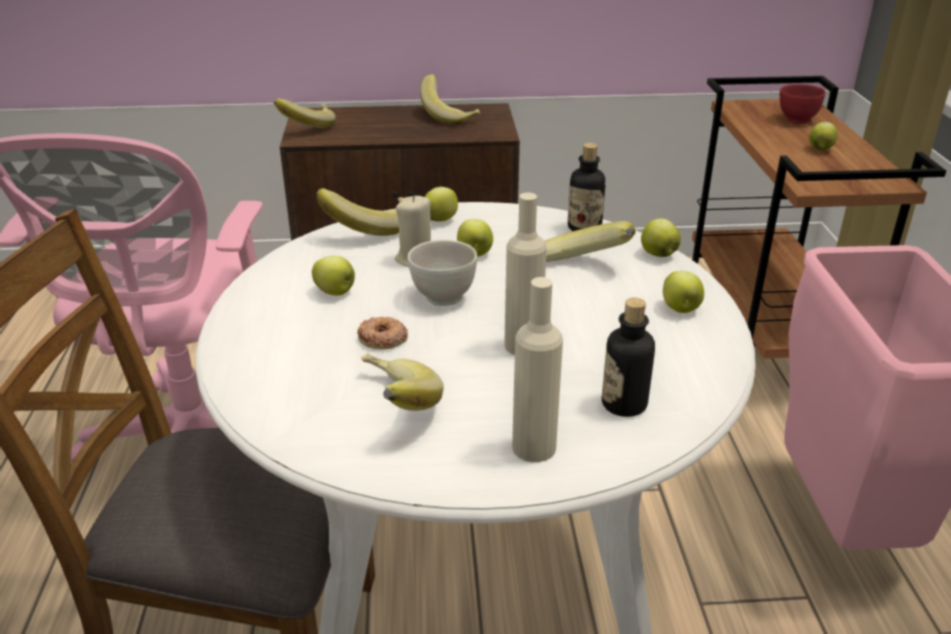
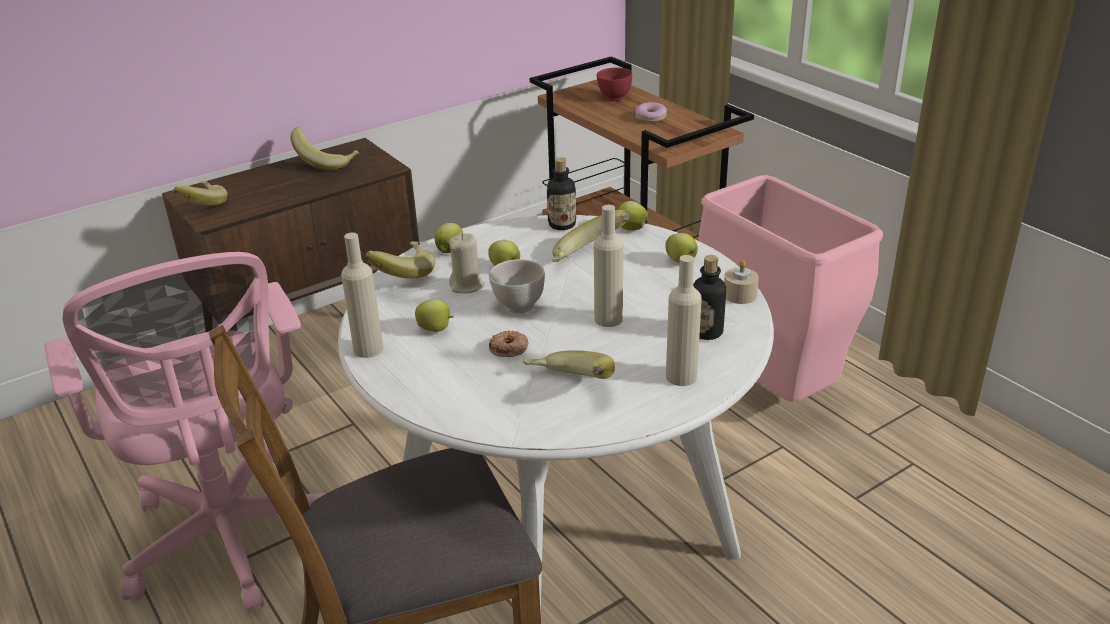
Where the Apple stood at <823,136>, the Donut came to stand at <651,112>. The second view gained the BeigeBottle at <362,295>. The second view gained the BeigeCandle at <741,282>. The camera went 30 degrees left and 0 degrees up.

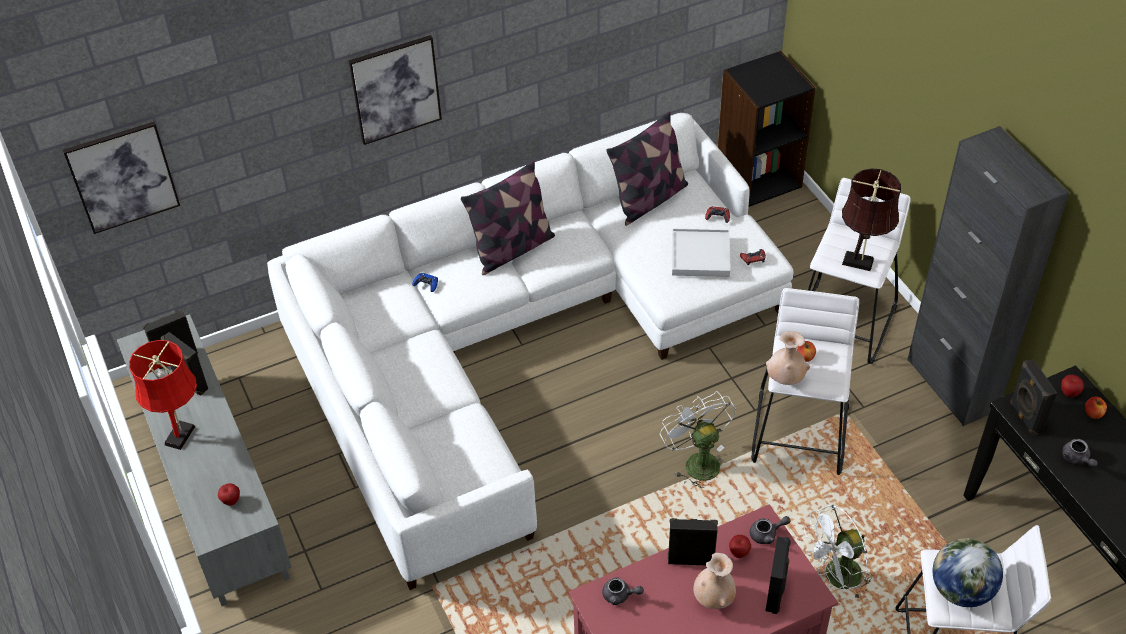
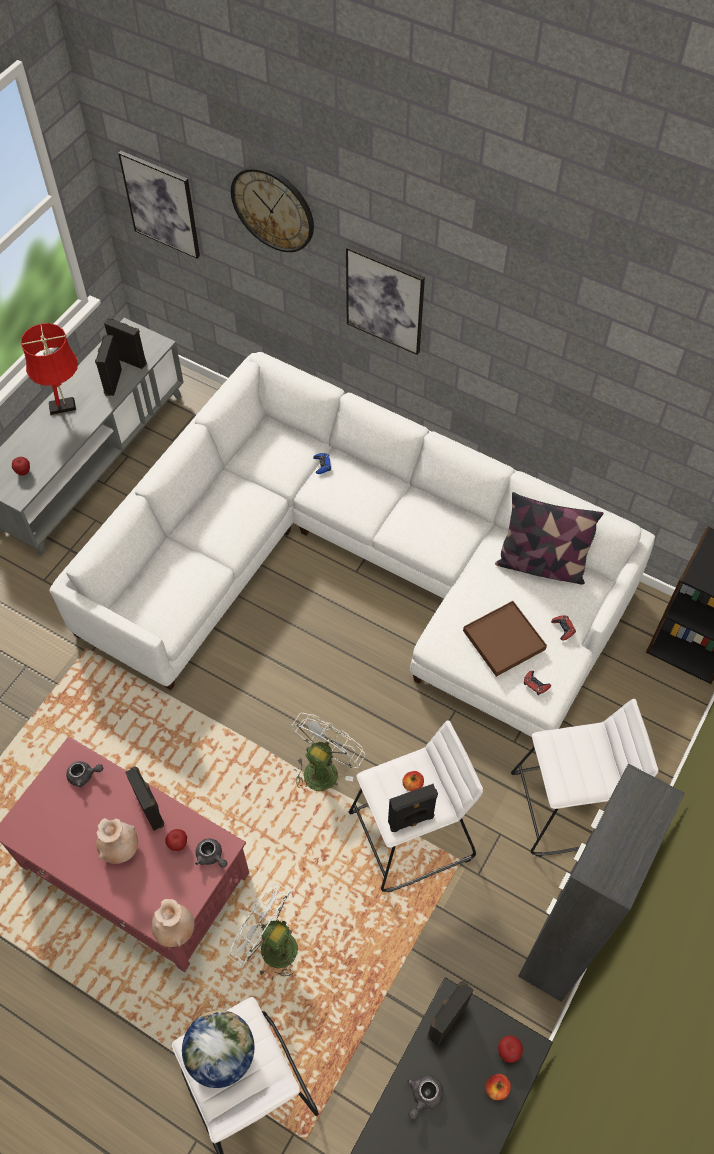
The second view lost the Pillow at <508,218>. The GreyTeapot at <623,591> ended up facing another way, 75 degrees counterclockwise from before. What was the WhiteTray at <701,253> turned into the BrownTray at <505,639>. The BeigeVase ended up elsewhere, having gone from <788,358> to <172,923>. The BlackSpeaker ended up elsewhere, having gone from <778,575> to <413,808>. The second view lost the BrownTableLamp at <871,219>. The second view gained the WallClock at <272,209>. The camera went 55 degrees right and 10 degrees up.

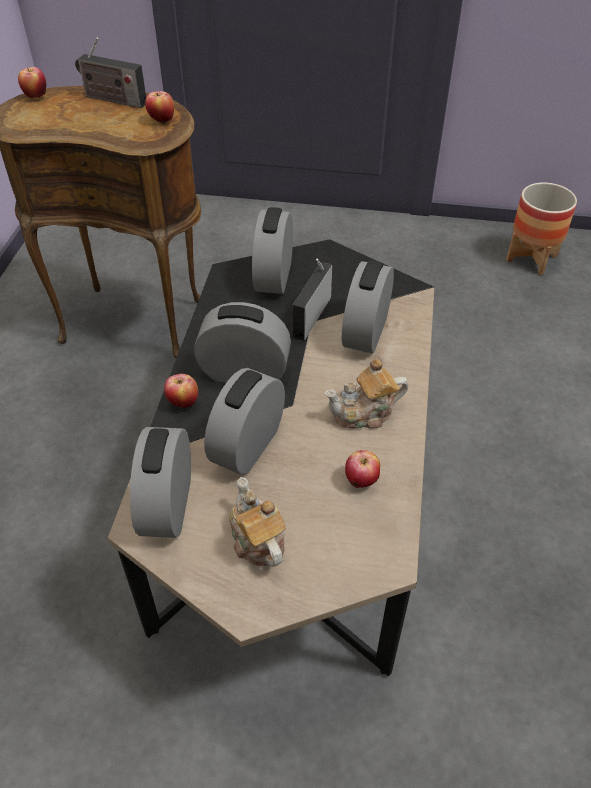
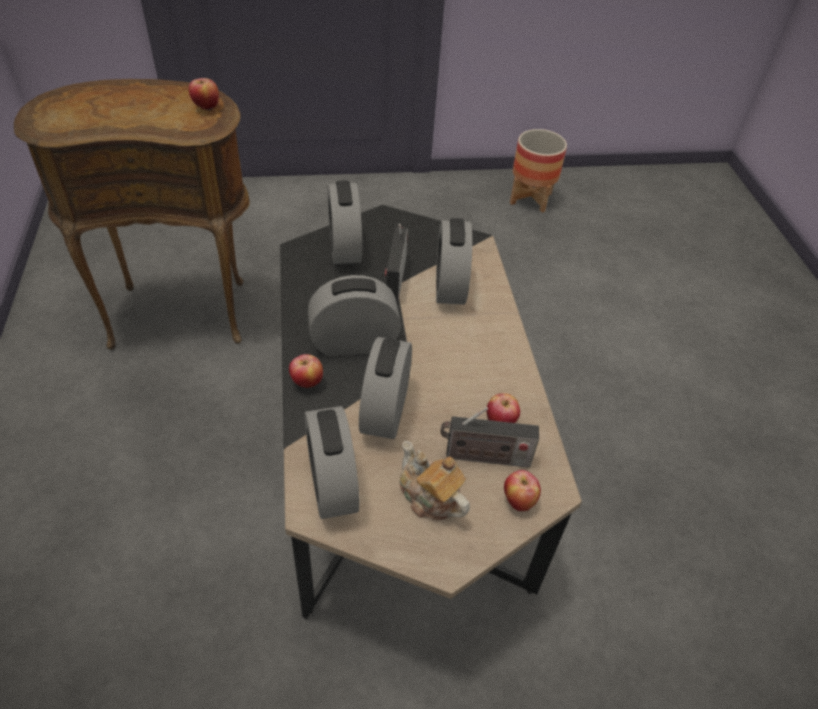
The Apple ended up elsewhere, having gone from <32,82> to <522,490>. The Radio ended up elsewhere, having gone from <110,73> to <490,437>. The second view lost the Teapot at <366,394>. The camera went 20 degrees left and 0 degrees up.

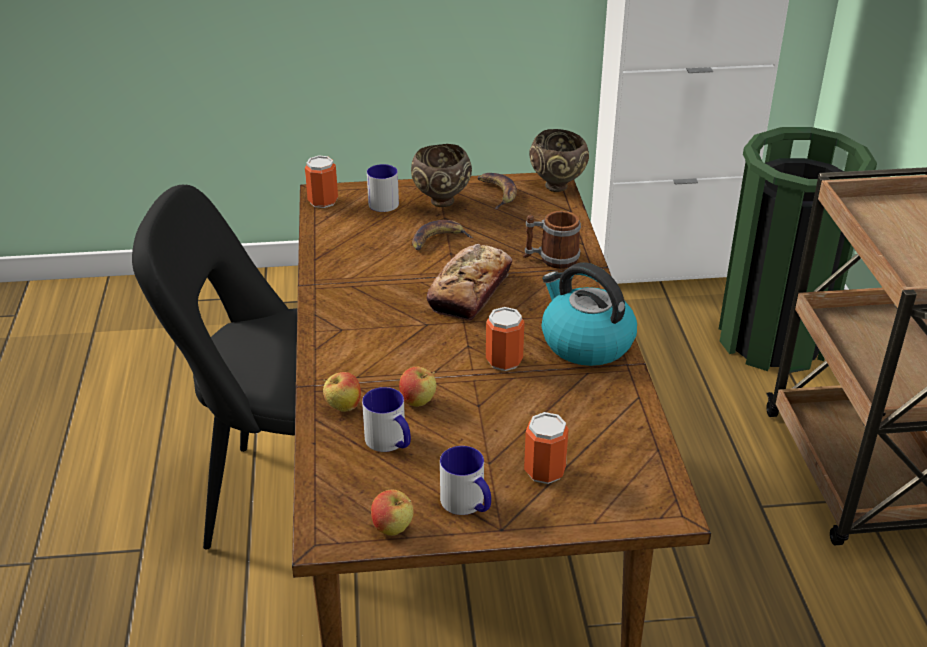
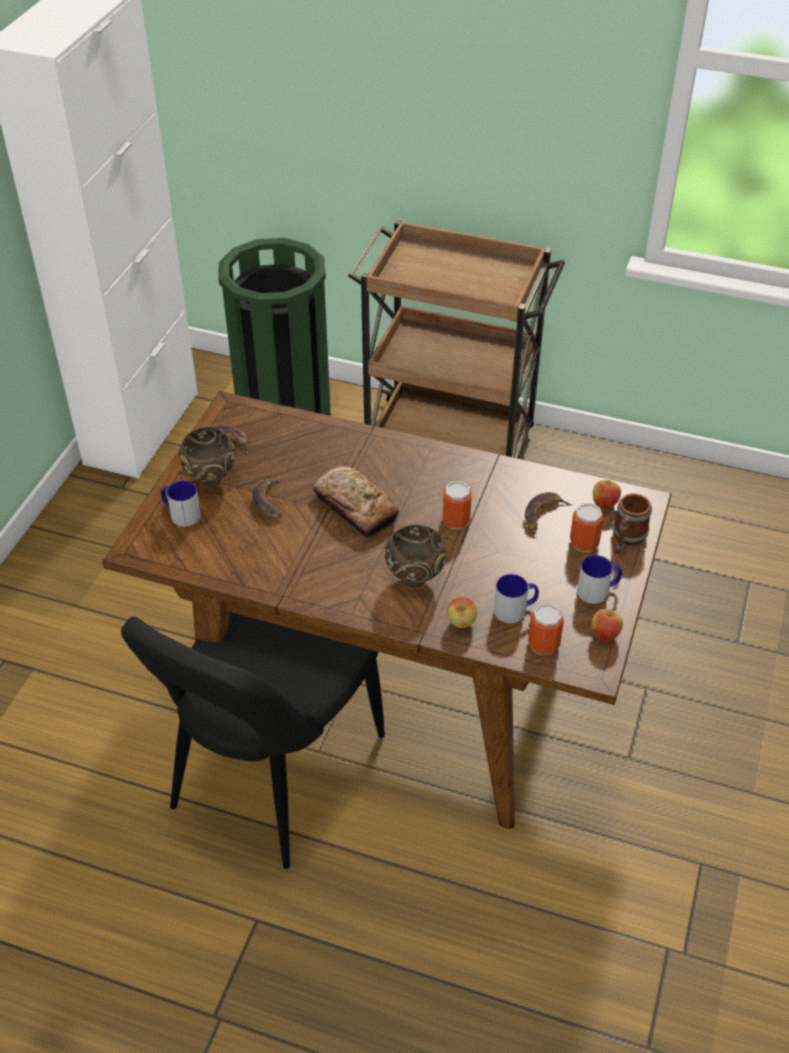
The Can ended up elsewhere, having gone from <321,182> to <546,629>. The Apple ended up elsewhere, having gone from <417,386> to <607,494>. The Mug ended up elsewhere, having gone from <552,240> to <632,524>. The BrownBowl ended up elsewhere, having gone from <559,160> to <416,556>. The second view lost the Kettle at <589,314>. The second view gained the Banana at <549,511>. The camera went 65 degrees left and 10 degrees up.

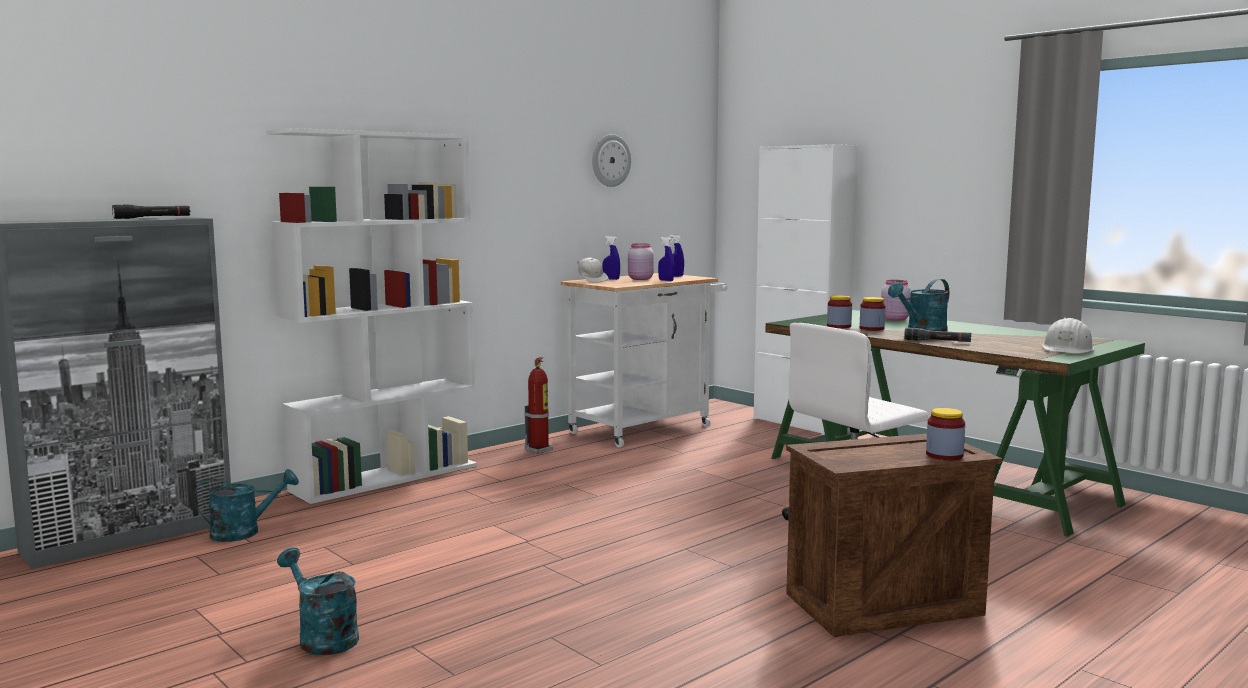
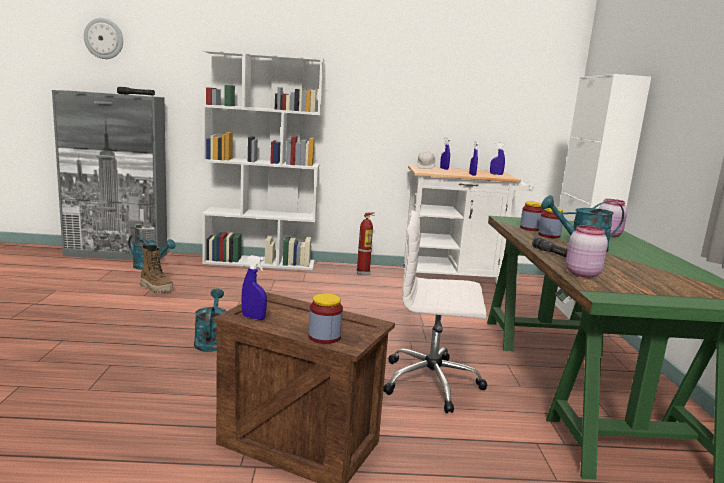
The TurquoiseWateringCan ended up elsewhere, having gone from <318,601> to <210,320>. The WallClock ended up elsewhere, having gone from <611,160> to <103,38>. The PinkJar ended up elsewhere, having gone from <641,261> to <587,251>. The second view lost the WhiteHardHat at <1068,336>. The second view gained the Boot at <156,268>. The second view gained the BlueSprayBottle at <254,287>. The camera went 40 degrees right and 5 degrees up.

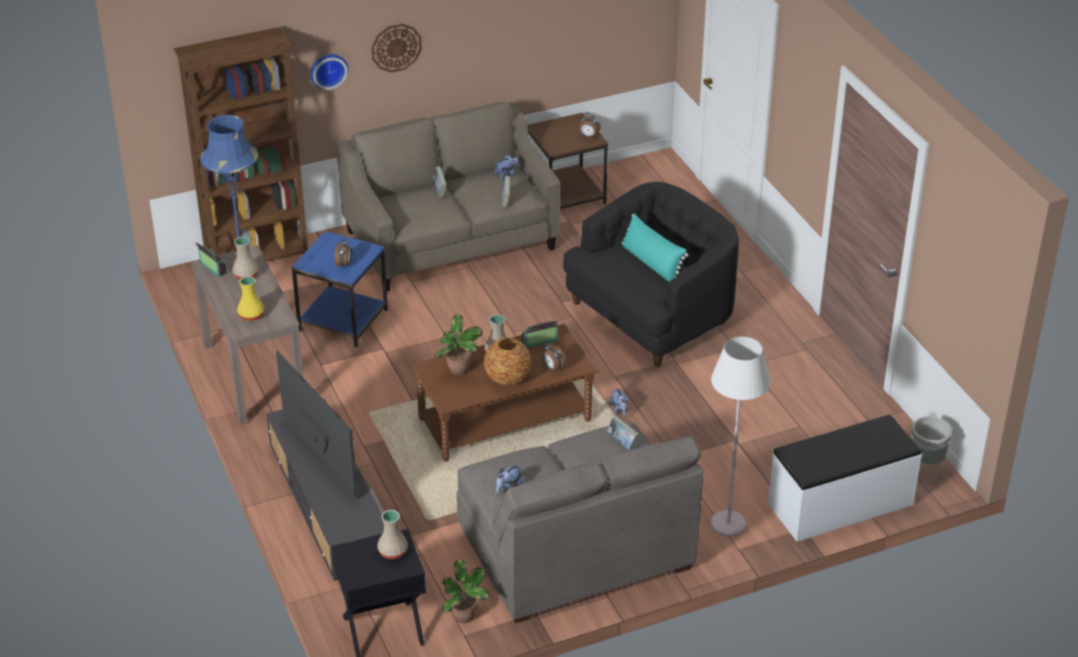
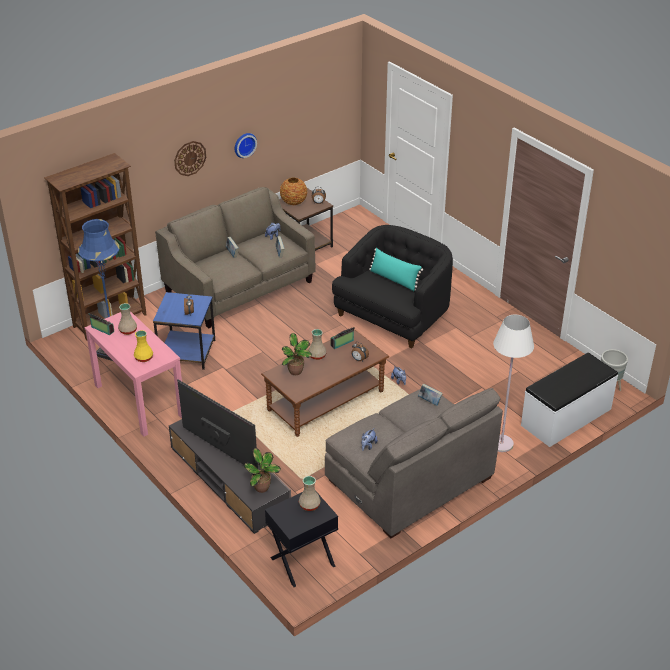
What was the BrownConsoleTable at <247,335> turned into the PinkConsoleTable at <133,374>. The WallClock ended up elsewhere, having gone from <329,72> to <246,145>. The PottedPlant ended up elsewhere, having gone from <465,591> to <262,470>. The Vase ended up elsewhere, having gone from <507,361> to <293,191>. The camera went 15 degrees left and 0 degrees up.

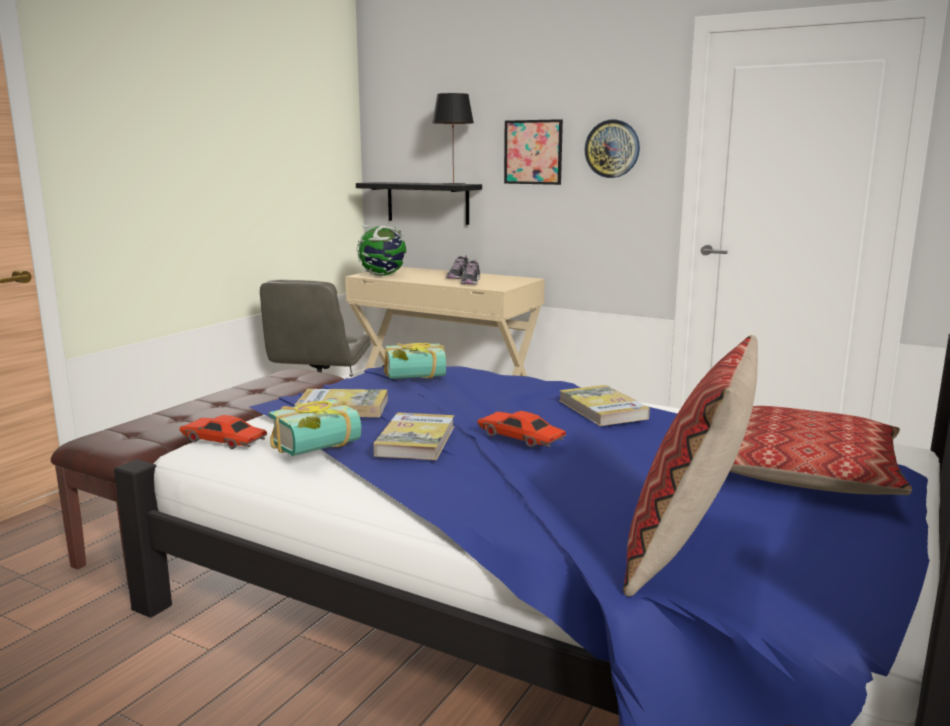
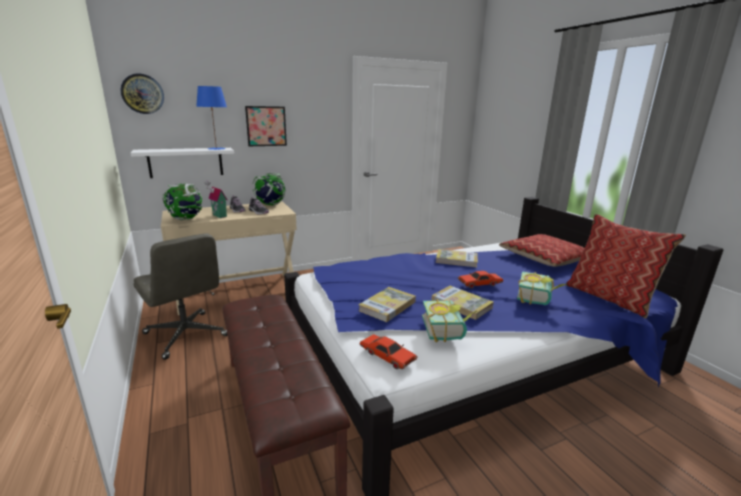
The RedToyCar at <224,432> ended up facing another way, 105 degrees counterclockwise from before. What was the BlackShelf at <419,203> turned into the WhiteShelf at <182,163>. The Book ended up elsewhere, having gone from <415,361> to <541,288>. What was the BlackTableLamp at <453,139> turned into the BlueTableLamp at <211,118>. The WallClock ended up elsewhere, having gone from <612,149> to <142,93>. The second view gained the ToyHouse at <216,199>. The second view gained the Globe at <269,189>. The camera went 55 degrees left and 5 degrees up.

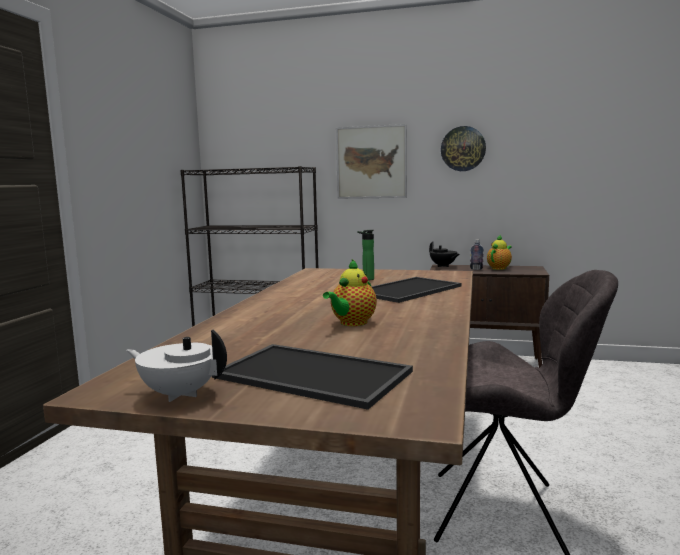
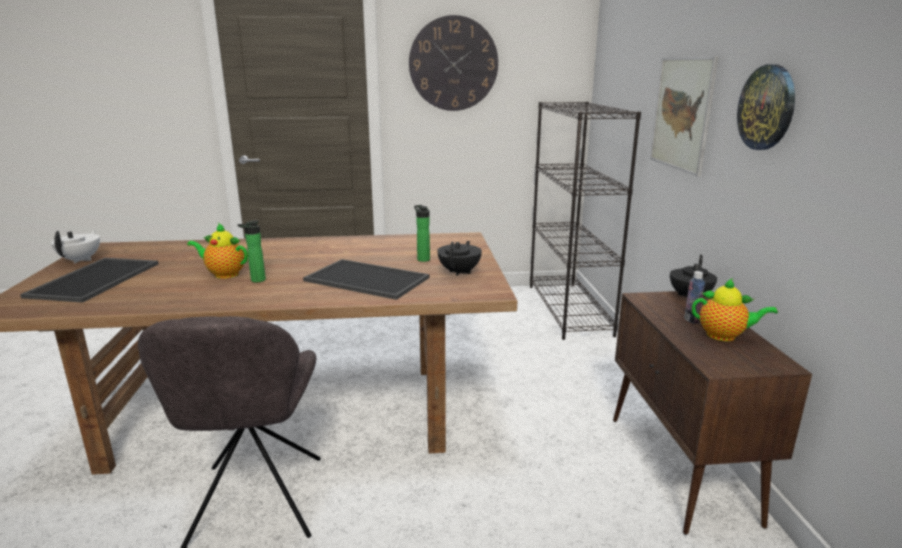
The second view gained the Bottle at <251,251>. The second view gained the WallClock at <453,63>. The second view gained the BlackTeapot at <459,258>. The camera went 70 degrees right and 10 degrees up.

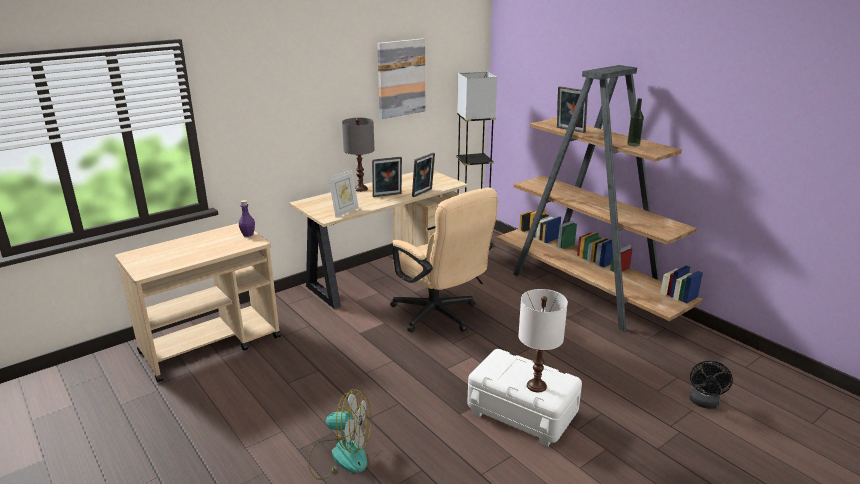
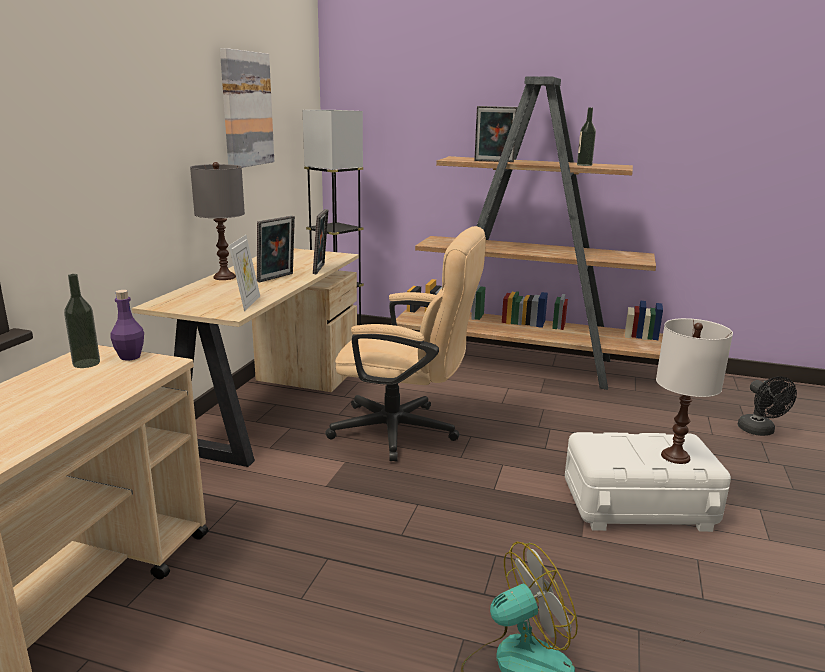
The second view gained the Bottle at <82,321>. The camera went 35 degrees left and 5 degrees down.

